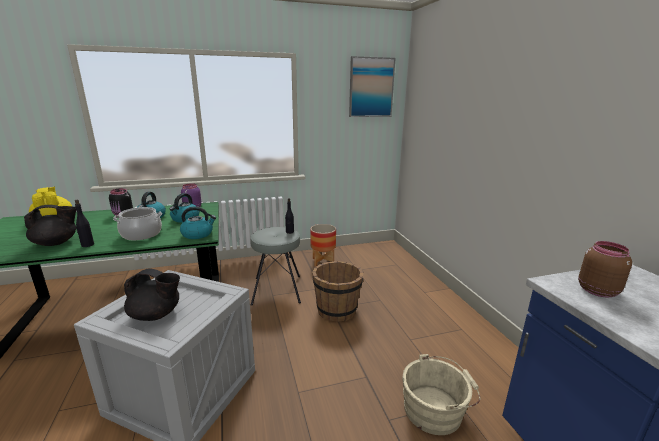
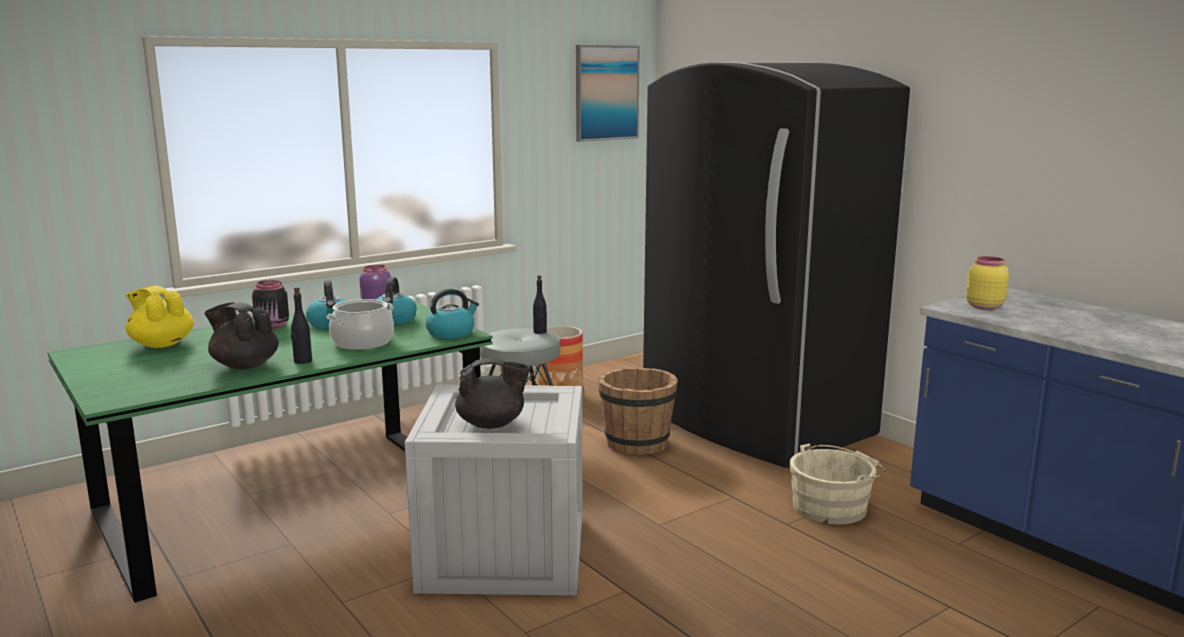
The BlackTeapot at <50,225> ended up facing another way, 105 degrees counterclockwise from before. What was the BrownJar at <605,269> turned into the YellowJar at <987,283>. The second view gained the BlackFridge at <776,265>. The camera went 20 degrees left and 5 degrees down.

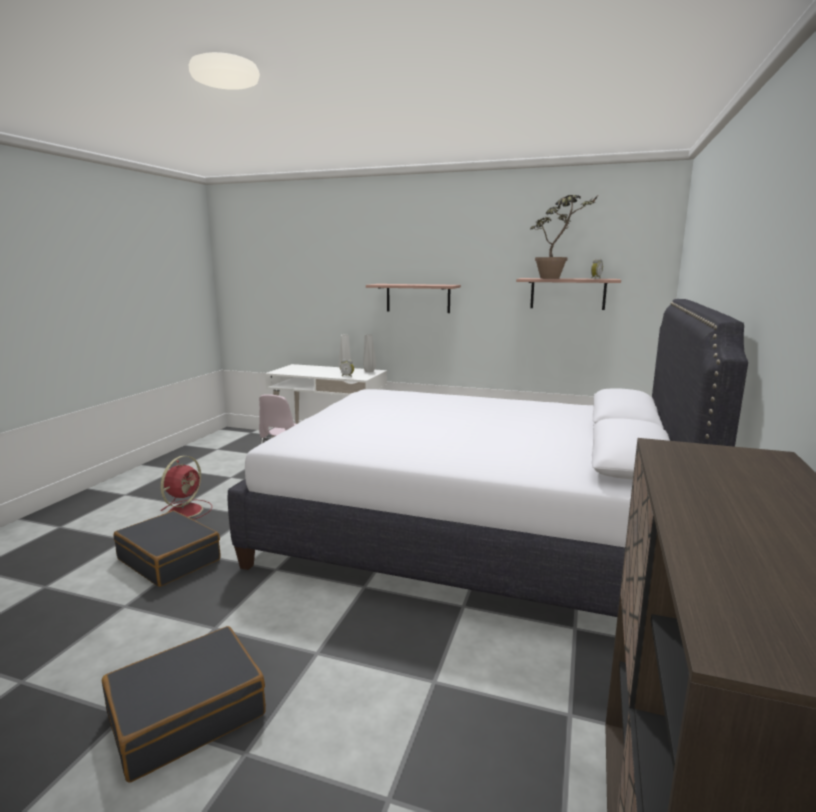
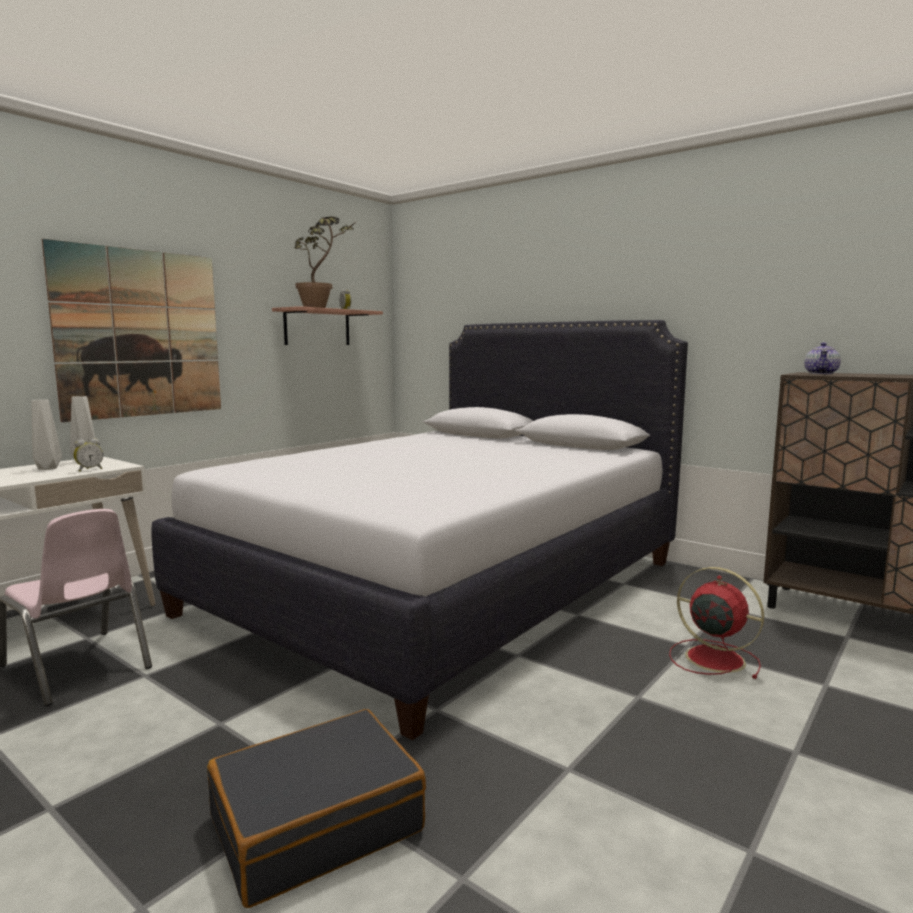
The second view lost the BlackSuitcase at <183,704>. The RedFan ended up elsewhere, having gone from <186,488> to <716,623>. Where the Shelf hung at <413,298>, the Picture came to hang at <131,330>. The second view gained the Teapot at <822,358>. The camera went 70 degrees left and 5 degrees down.

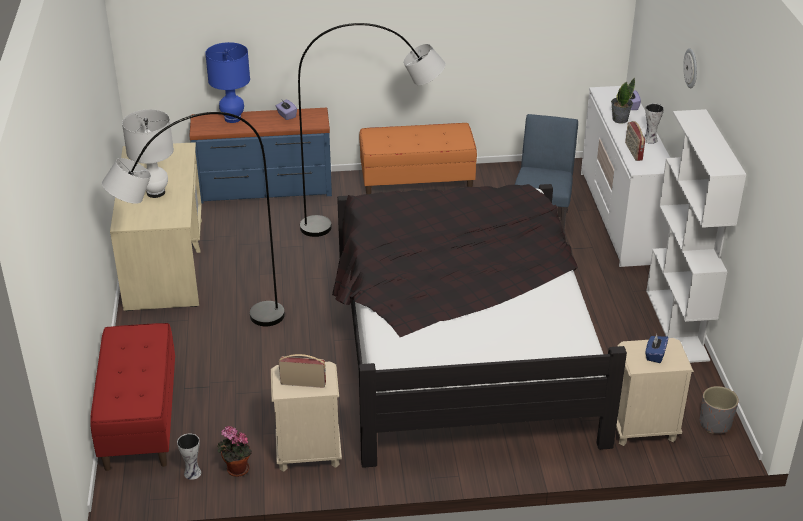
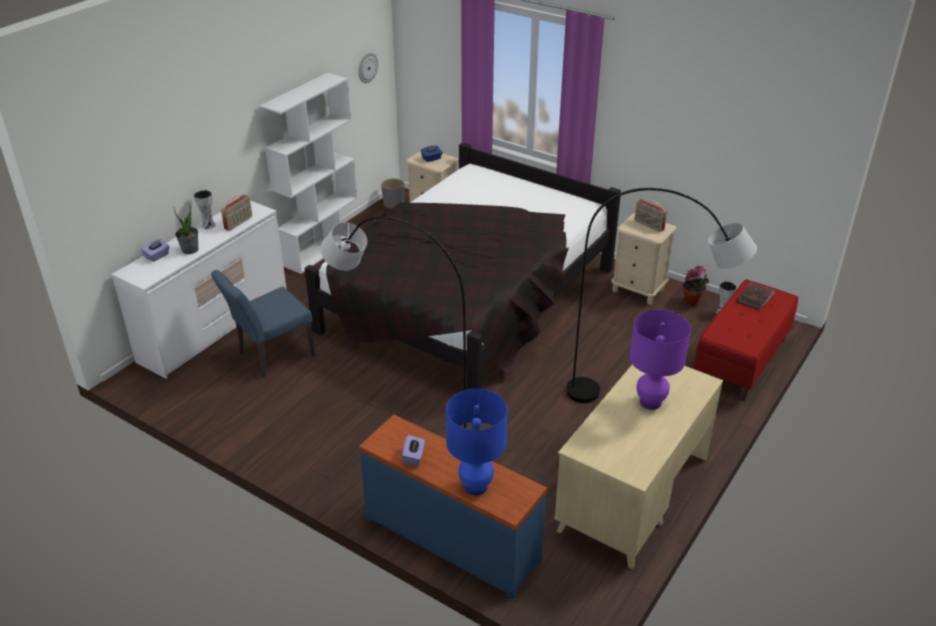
What was the WhiteTableLamp at <148,153> turned into the PurpleTableLamp at <660,359>. The second view lost the OrangeBench at <418,158>. The WallClock ended up elsewhere, having gone from <690,68> to <368,67>. The second view gained the BrownBook at <756,296>. The camera went 140 degrees left and 0 degrees up.

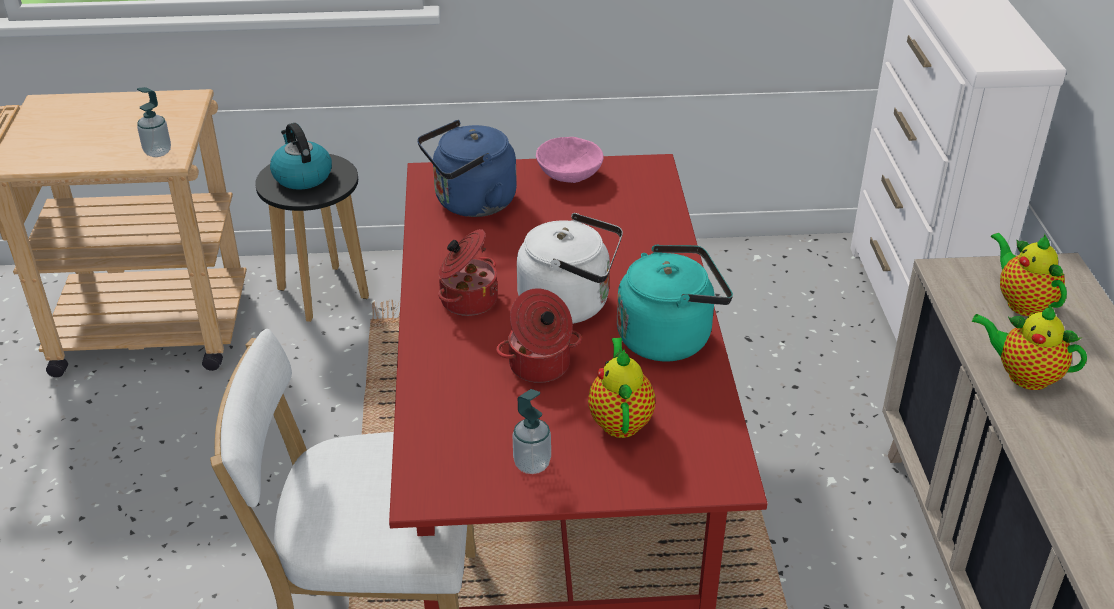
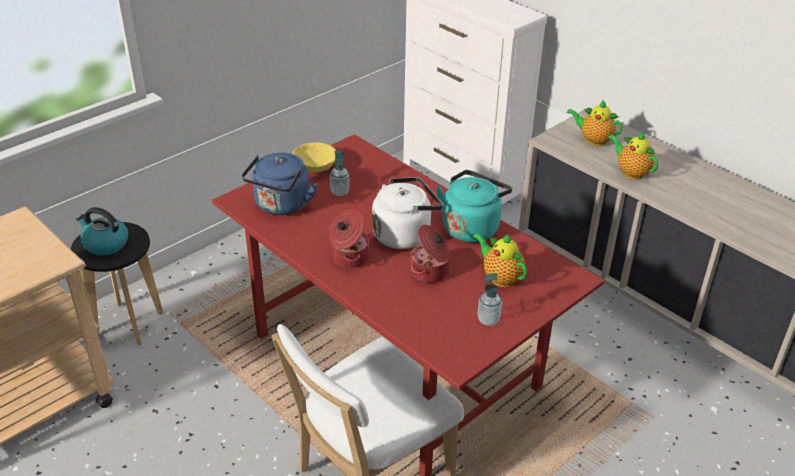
The SoapDispenser ended up elsewhere, having gone from <154,122> to <340,173>. What was the PinkBowl at <570,160> turned into the YellowBowl at <315,157>. The Teapot at <1029,347> ended up facing another way, 60 degrees clockwise from before. The camera went 40 degrees left and 0 degrees up.

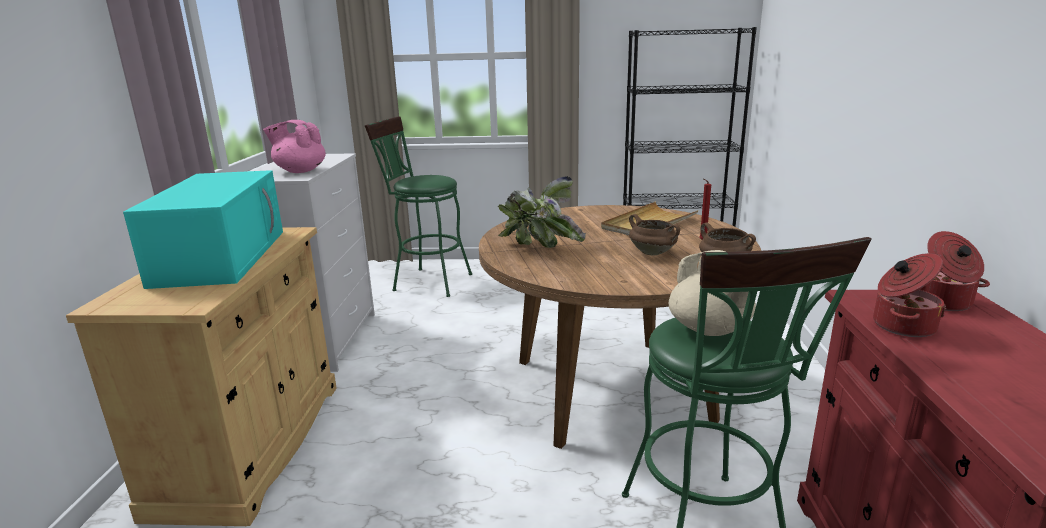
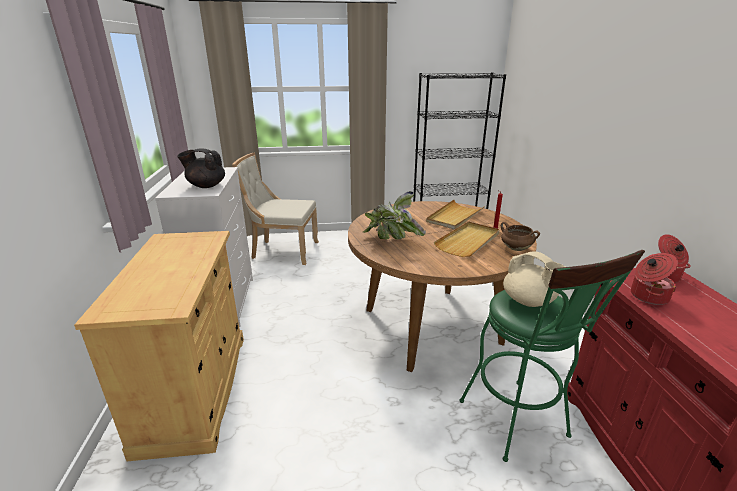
The second view lost the TurquoiseMicrowave at <203,229>. What was the PinkTeapot at <294,146> turned into the BlackTeapot at <201,168>. Where the GreenStool stood at <418,206>, the BeigeChair came to stand at <275,209>. Where the BrownCookingPot stood at <654,235>, the BeigeTray came to stand at <467,239>. The camera went 10 degrees left and 5 degrees up.

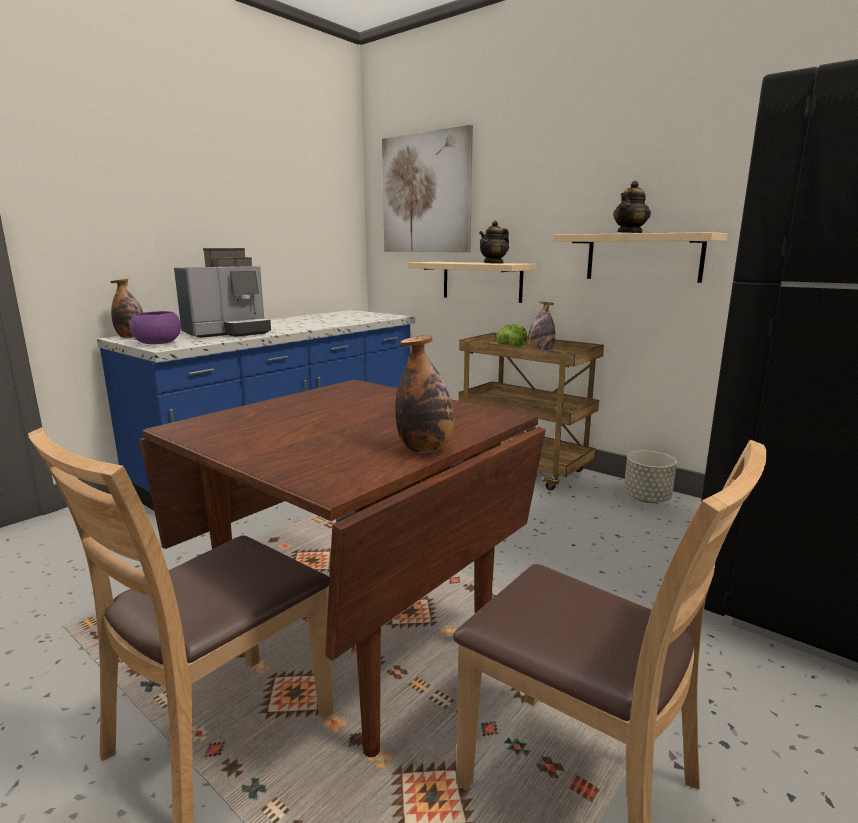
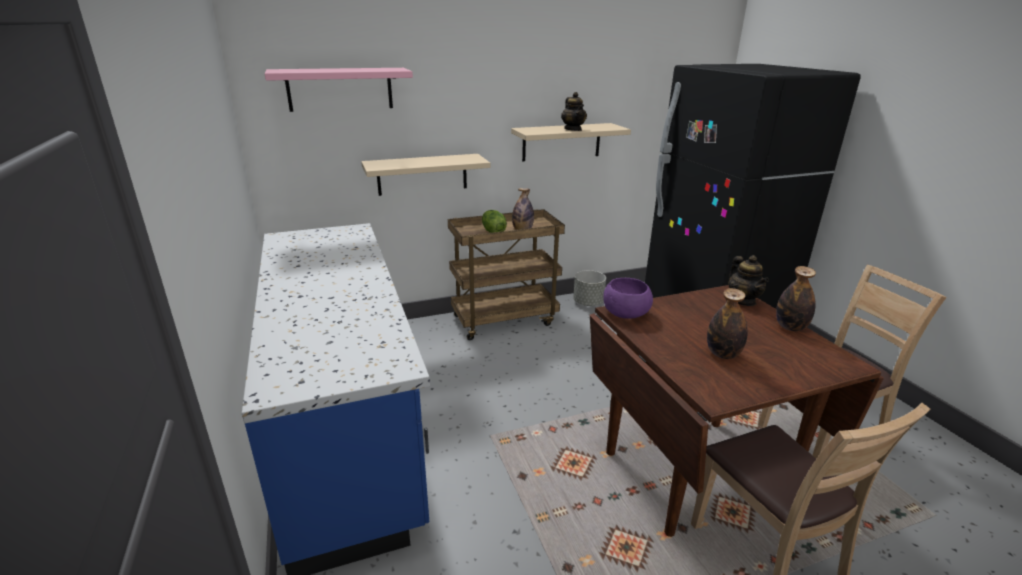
The Bottle ended up elsewhere, having gone from <126,308> to <727,323>. The PurpleBowl ended up elsewhere, having gone from <155,327> to <628,298>. The second view lost the CoffeeMachine at <222,293>. Where the Picture hung at <427,188>, the PinkShelf came to hang at <339,90>. The Teapot ended up elsewhere, having gone from <494,242> to <749,280>. The camera went 60 degrees left and 10 degrees up.

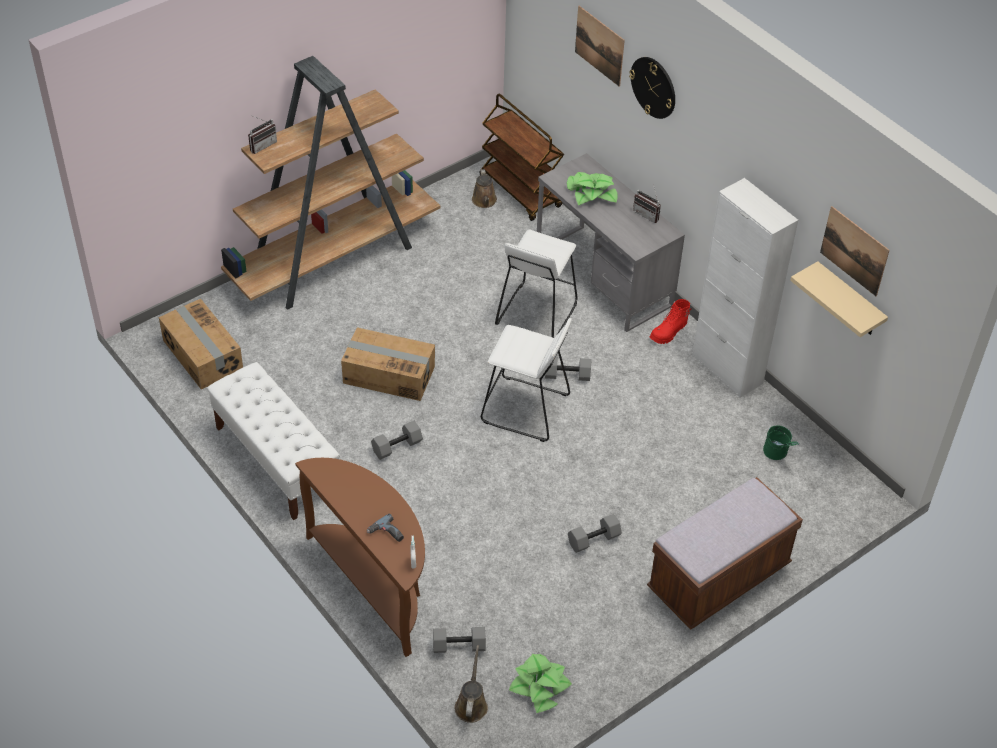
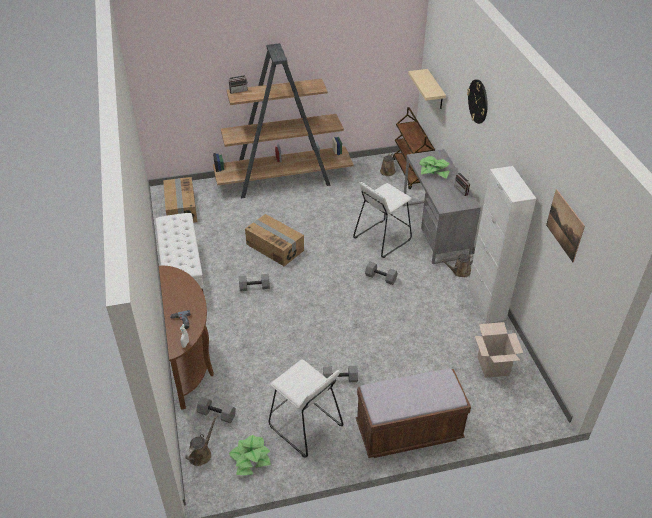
The WhiteStool ended up elsewhere, having gone from <526,380> to <305,408>. The second view lost the Picture at <600,46>. Where the RedBoot stood at <671,321>, the BrownWateringCan came to stand at <457,265>. Where the GreenBucket stood at <781,443>, the CardboardBox came to stand at <499,350>. The BeigeShelf ended up elsewhere, having gone from <839,299> to <427,89>. The camera went 25 degrees right and 5 degrees down.

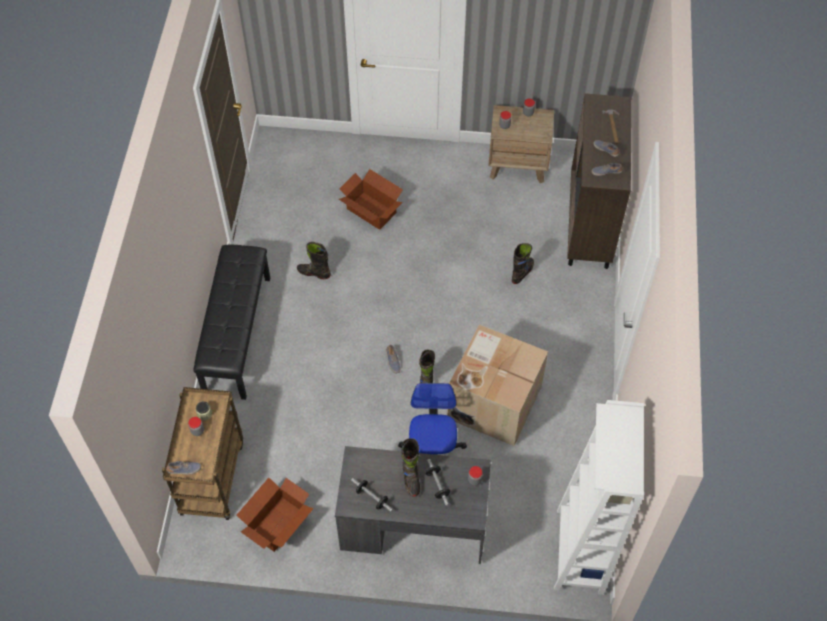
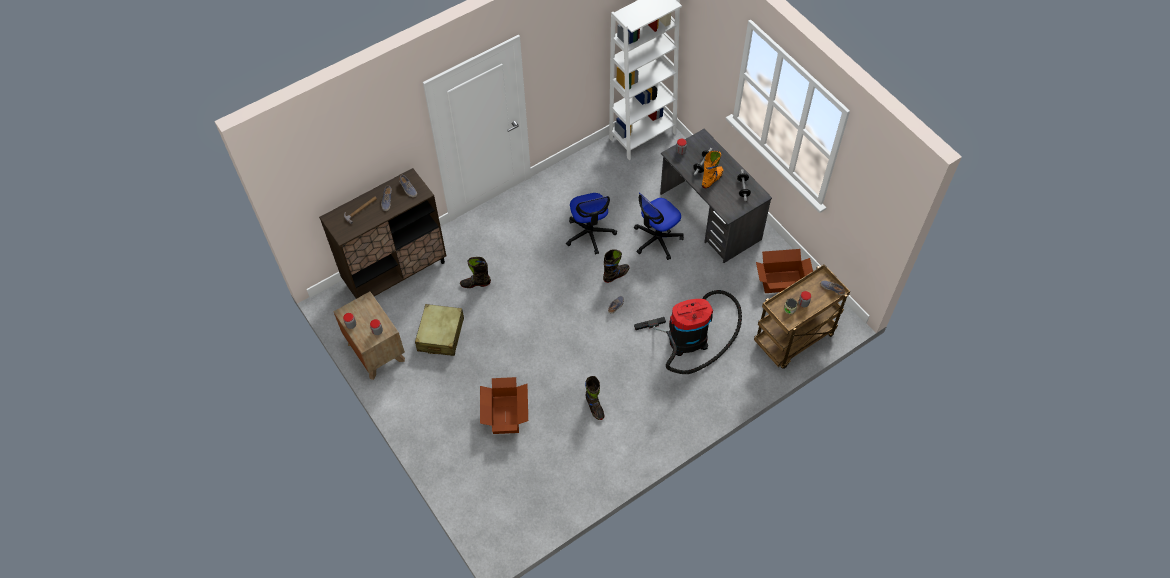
The second view lost the BlackBench at <231,322>. What was the BlackBoot at <410,467> turned into the OrangeBoot at <712,169>. Where the CardboardBox stood at <497,385>, the OfficeChair came to stand at <591,223>. The second view gained the BeigeSuitcase at <439,330>. The second view gained the VacuumCleaner at <688,332>. The camera went 130 degrees left and 0 degrees up.

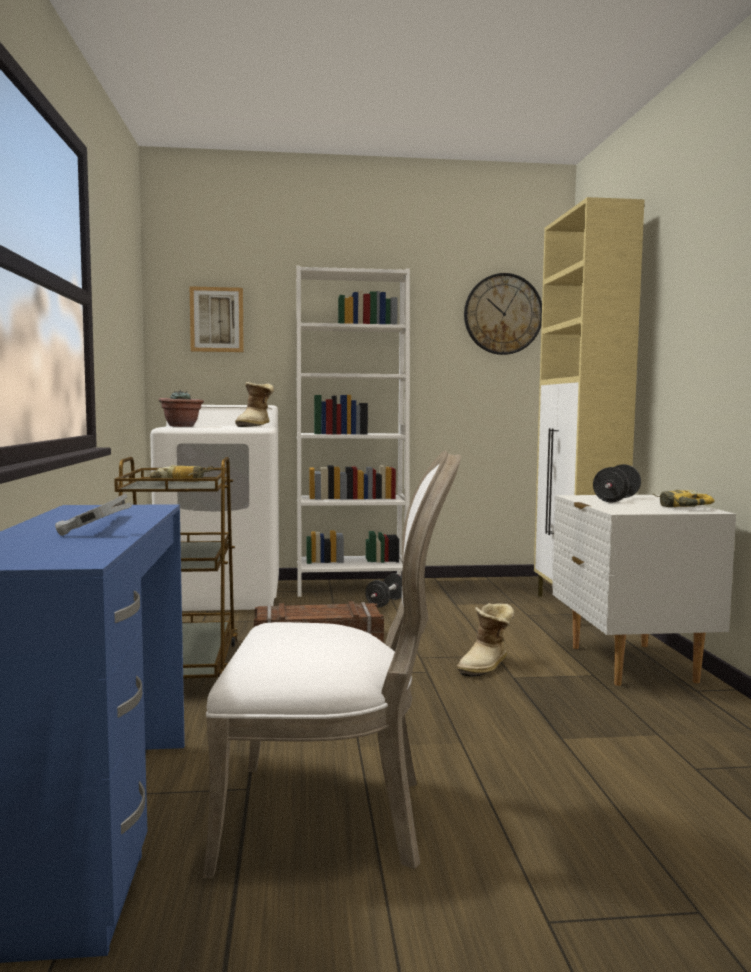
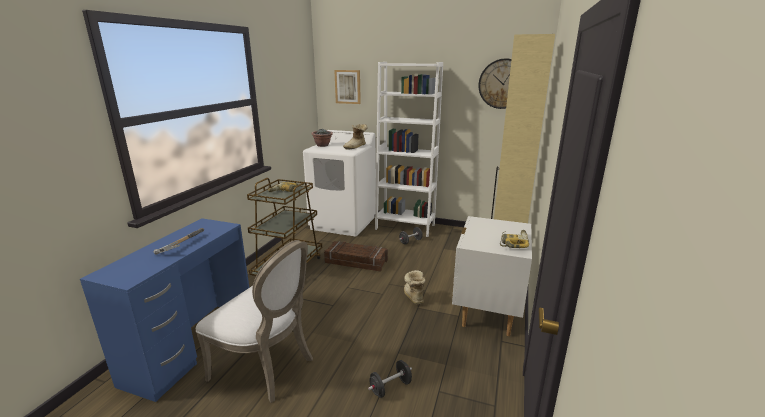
The Boot at <486,640> ended up facing another way, 105 degrees clockwise from before. The BlackDumbbell ended up elsewhere, having gone from <617,483> to <390,379>. The camera went 25 degrees right and 15 degrees up.

